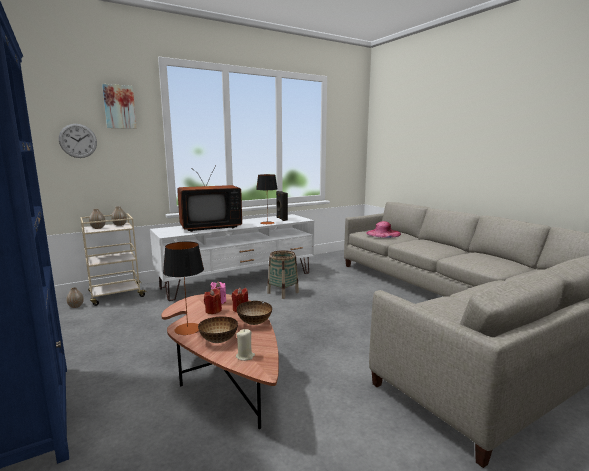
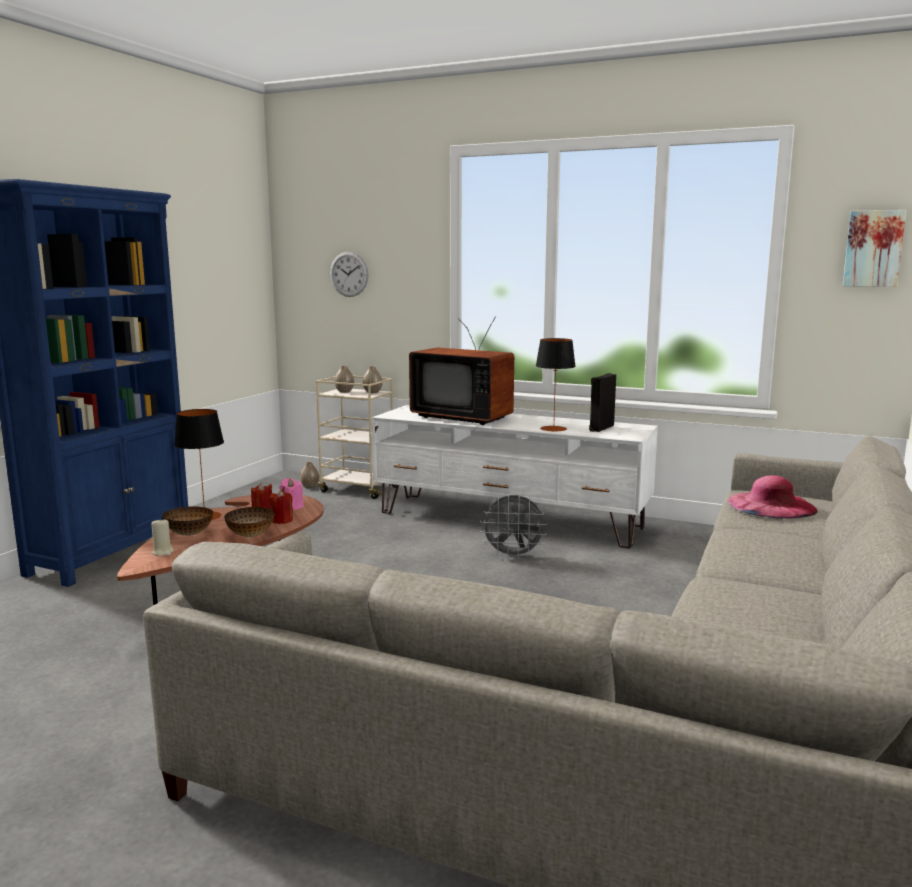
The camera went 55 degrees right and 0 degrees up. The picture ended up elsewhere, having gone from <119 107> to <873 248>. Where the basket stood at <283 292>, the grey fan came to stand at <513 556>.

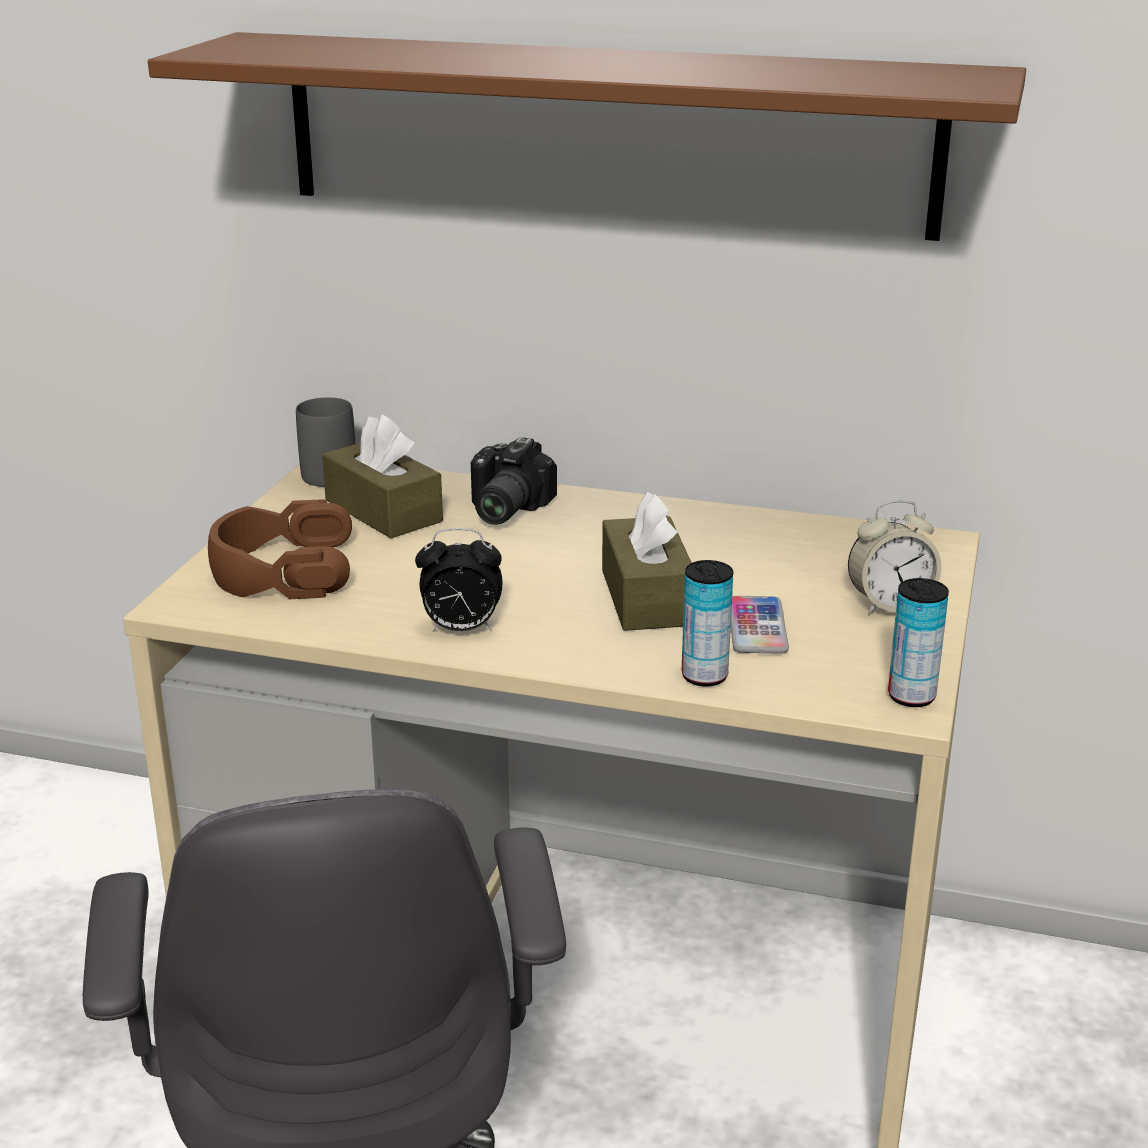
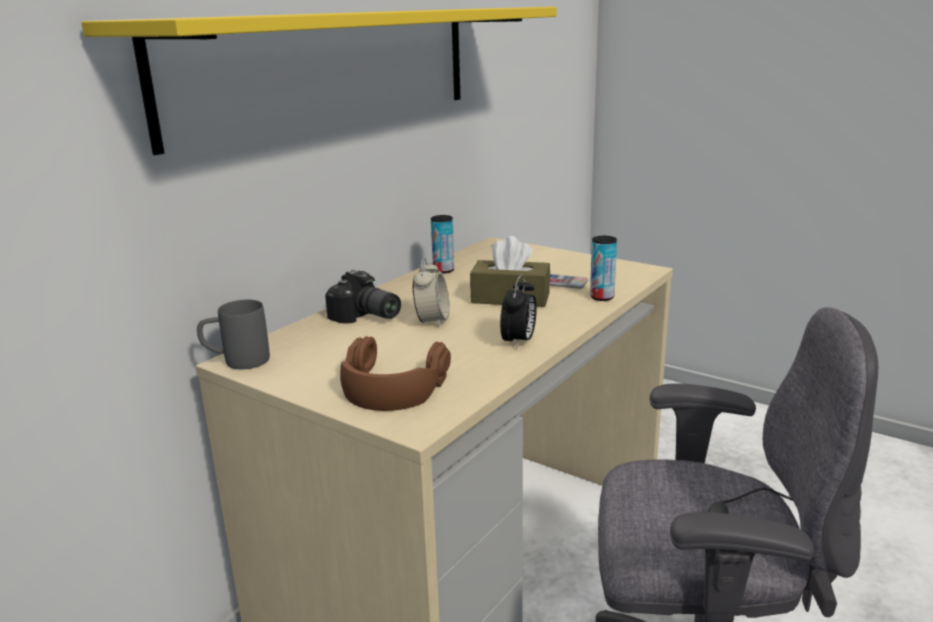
The camera went 70 degrees left and 5 degrees down. The second view lost the brown tissue box at <383 511>. The alarm clock ended up elsewhere, having gone from <889 605> to <432 321>. The can ended up elsewhere, having gone from <911 696> to <443 270>. What was the brown shelf at <605 133> turned into the yellow shelf at <332 68>.

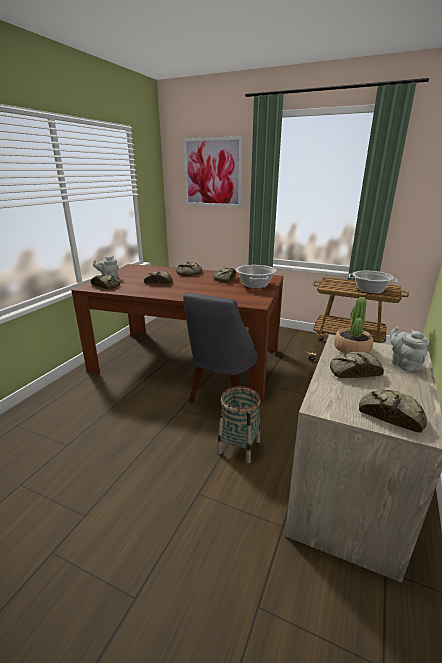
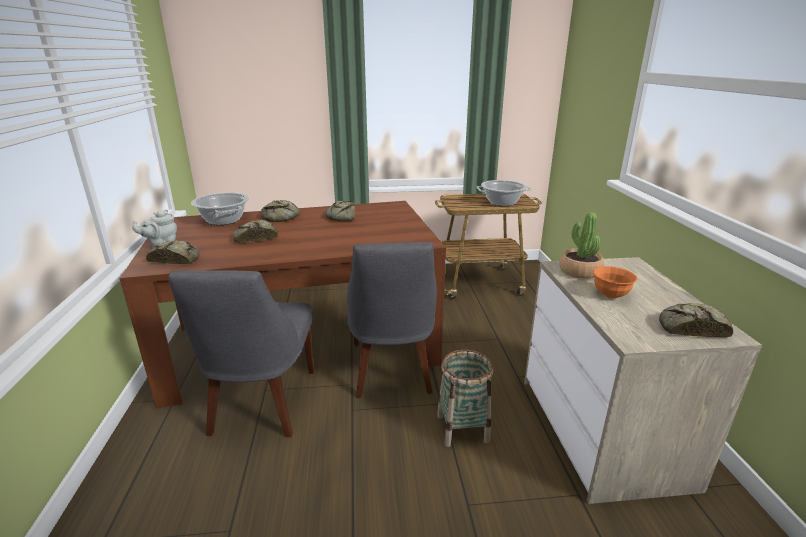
The camera went 30 degrees left and 0 degrees up. The second view lost the picture at <212 173>. The second view lost the grey teapot at <403 364>. The second view gained the grey chair at <261 405>. The cooking pot ended up elsewhere, having gone from <255 285> to <223 220>. Where the bread stood at <353 371>, the orange bowl came to stand at <610 295>.

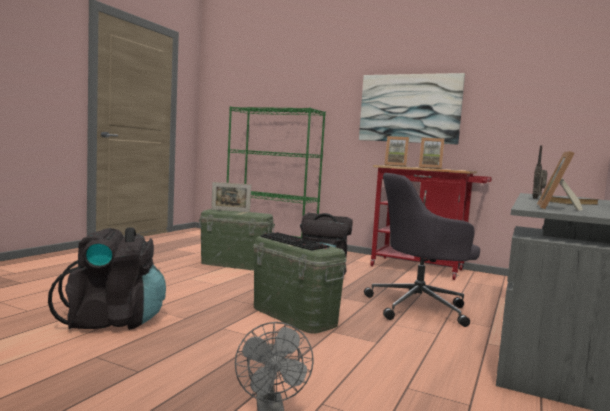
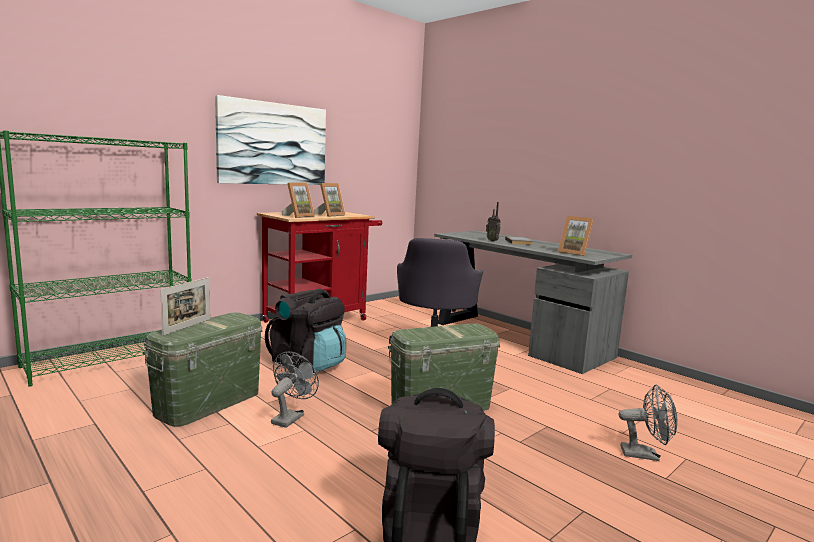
The camera went 70 degrees left and 5 degrees up. The second view lost the keyboard at <295 242>. The second view gained the grey fan at <290 417>.

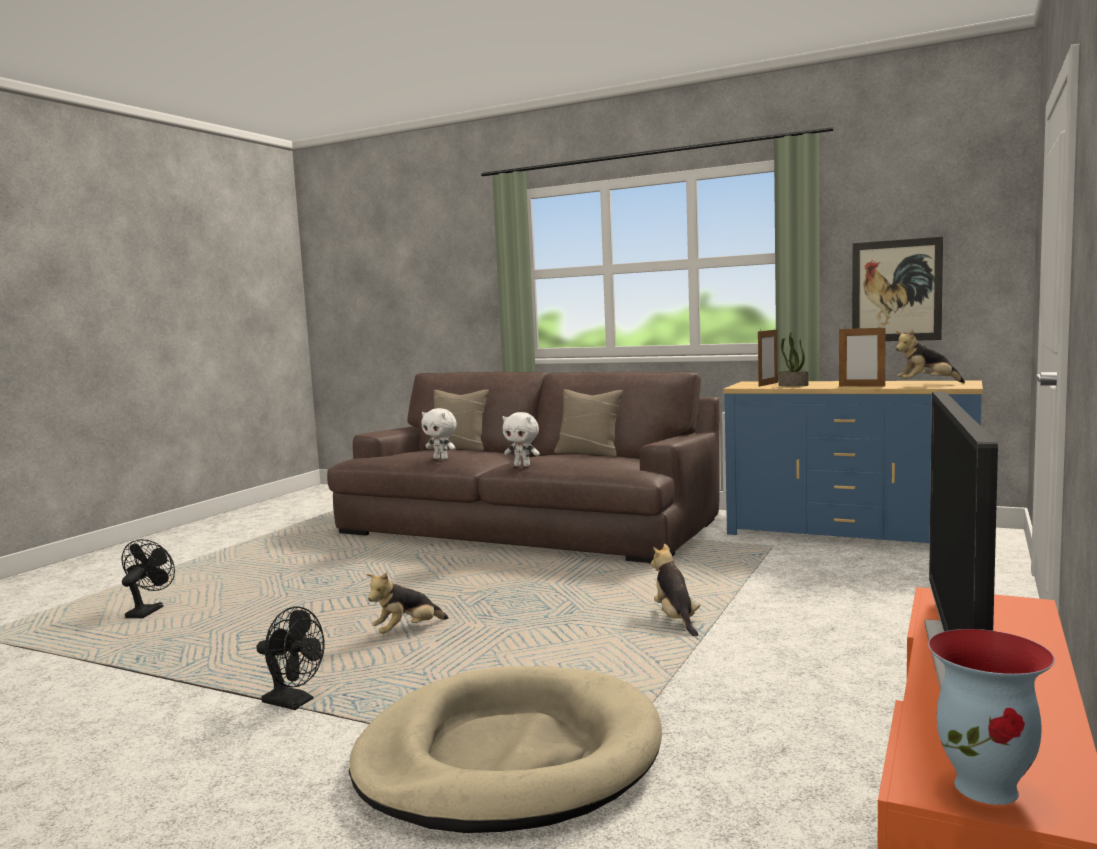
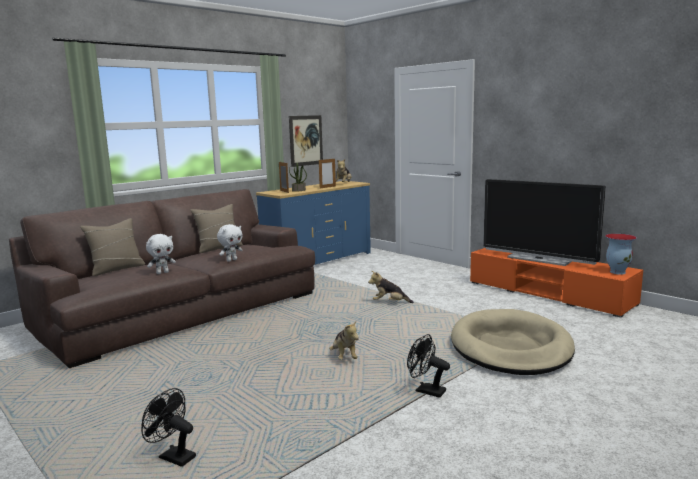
The camera went 70 degrees left and 5 degrees up. The black fan at <294 702> ended up facing another way, 105 degrees counterclockwise from before.

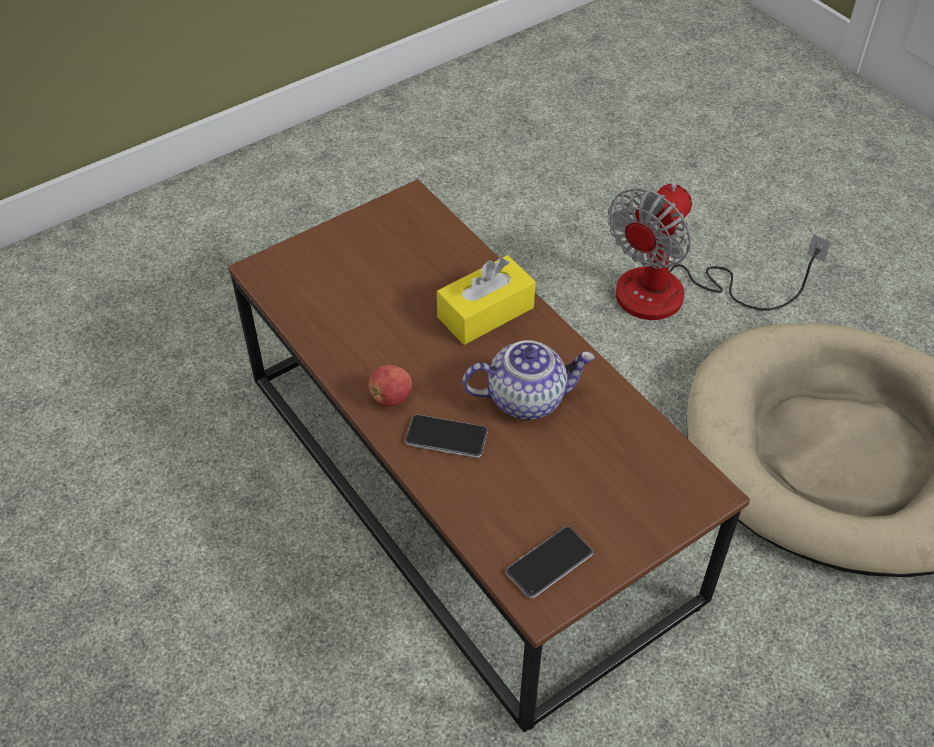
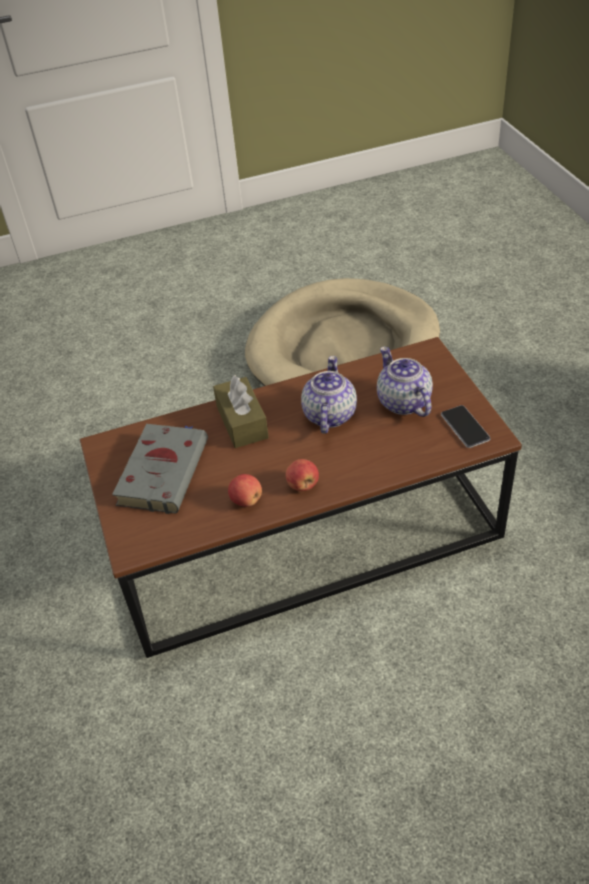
The camera went 70 degrees left and 5 degrees down. The second view lost the phone at <446 437>. The second view lost the fan at <676 294>. The second view gained the grey book at <164 470>. The second view gained the apple at <246 500>. The second view gained the teapot at <403 402>. What was the yellow tissue box at <485 312> turned into the brown tissue box at <242 422>.

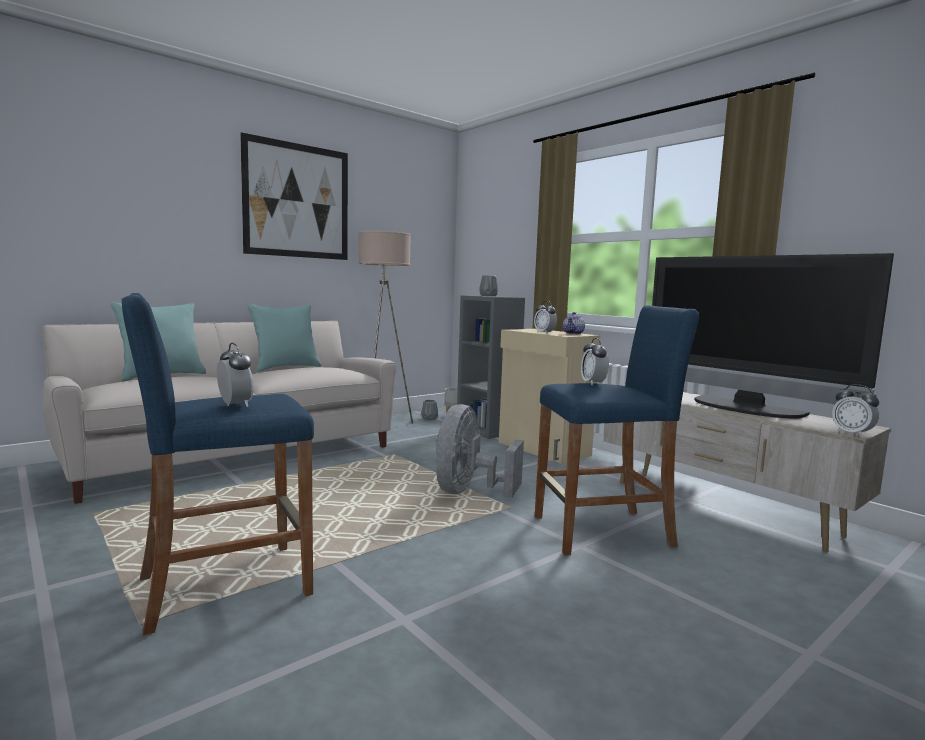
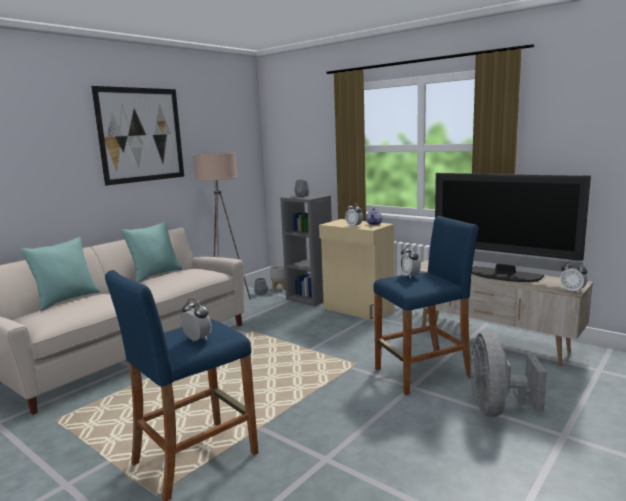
The camera went 10 degrees left and 5 degrees up. The grey fan ended up elsewhere, having gone from <469 491> to <497 409>.

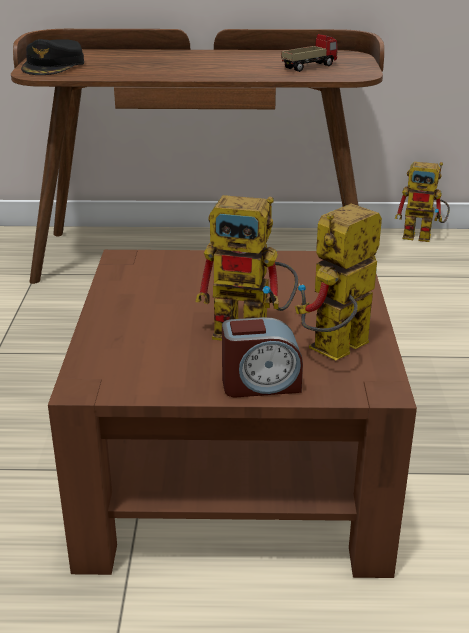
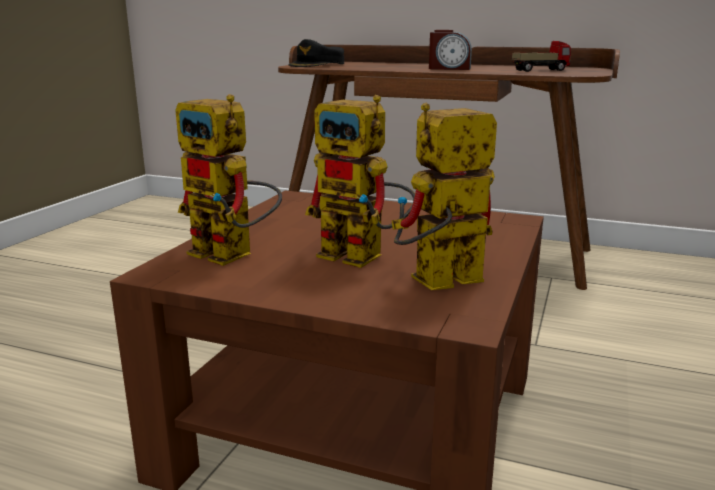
The camera went 20 degrees right and 10 degrees down. The alarm clock ended up elsewhere, having gone from <260 384> to <449 68>. The toy robot ended up elsewhere, having gone from <423 236> to <233 255>.

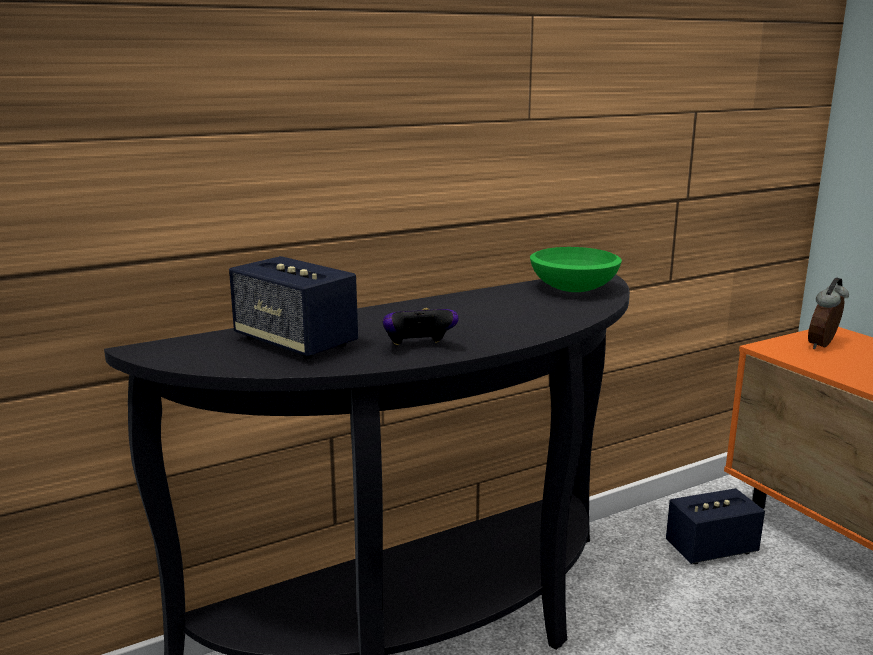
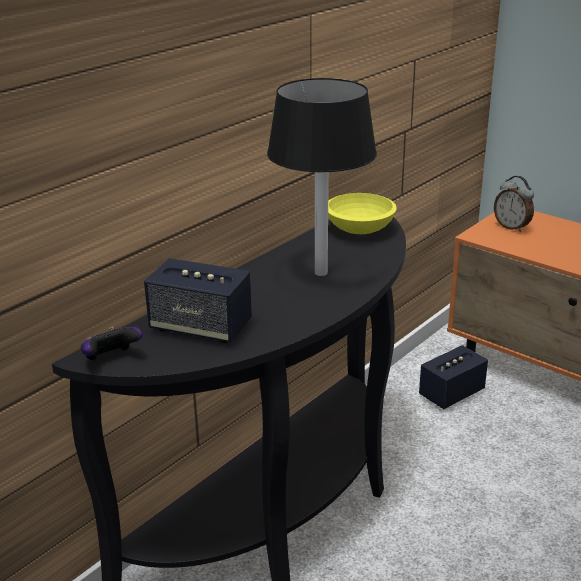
The camera went 20 degrees left and 10 degrees up. The second view gained the black table lamp at <321 273>. The game controller ended up elsewhere, having gone from <418 347> to <111 359>. What was the green bowl at <575 288> turned into the yellow bowl at <360 229>. The alarm clock at <824 346> ended up facing another way, 60 degrees counterclockwise from before.

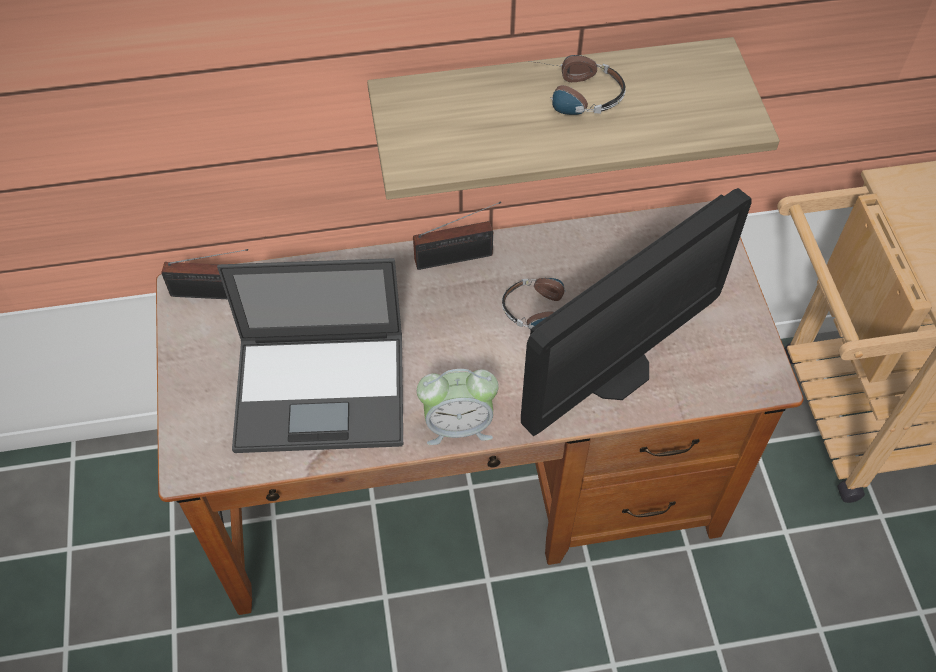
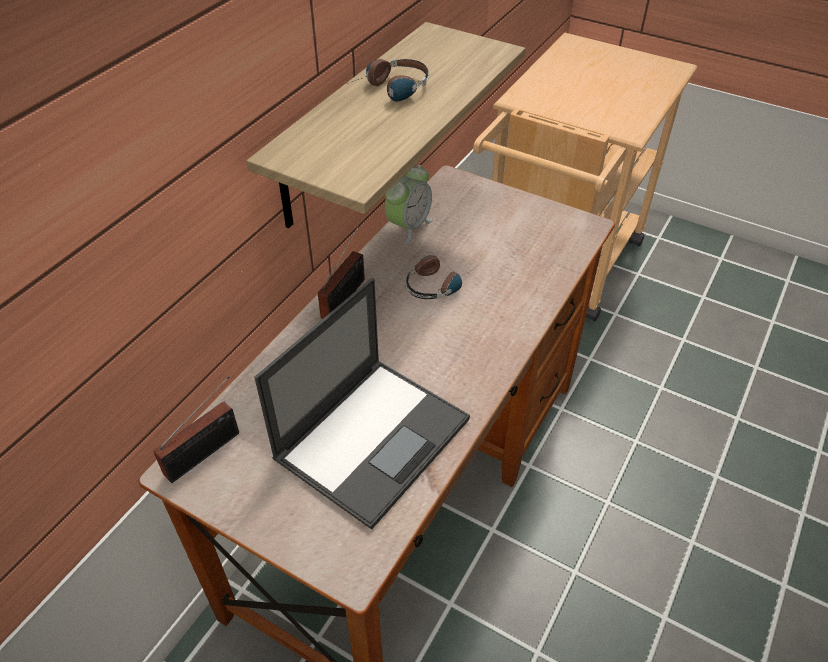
The camera went 50 degrees left and 10 degrees down. The second view lost the monitor at <614 370>. The alarm clock ended up elsewhere, having gone from <458 425> to <408 226>.

